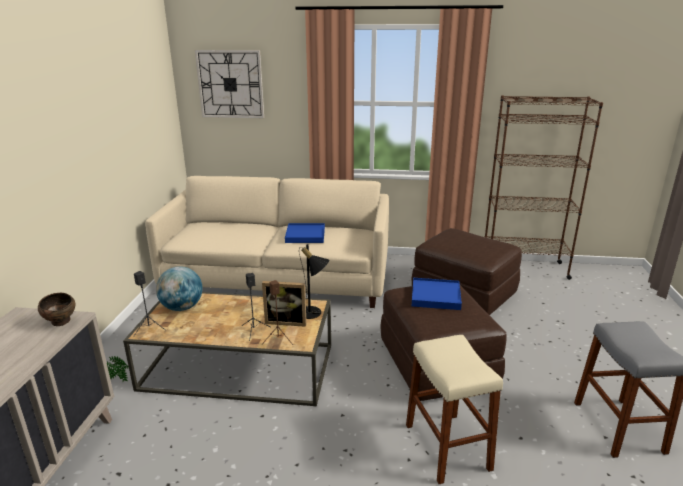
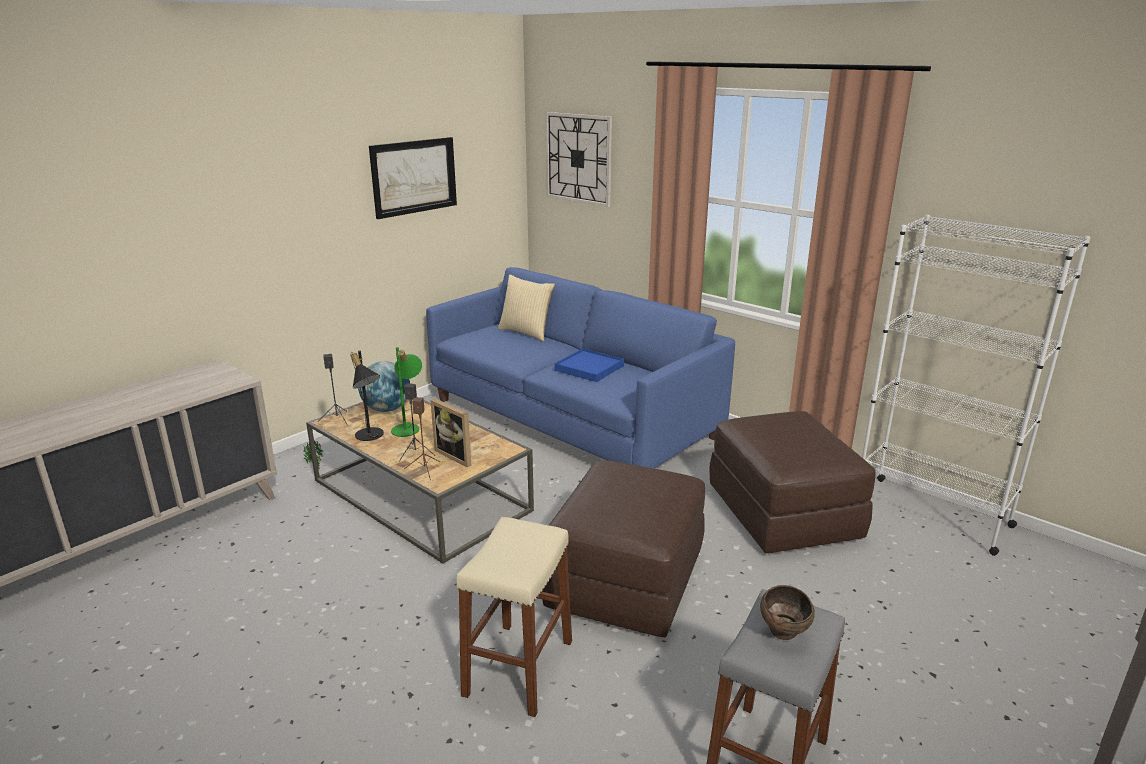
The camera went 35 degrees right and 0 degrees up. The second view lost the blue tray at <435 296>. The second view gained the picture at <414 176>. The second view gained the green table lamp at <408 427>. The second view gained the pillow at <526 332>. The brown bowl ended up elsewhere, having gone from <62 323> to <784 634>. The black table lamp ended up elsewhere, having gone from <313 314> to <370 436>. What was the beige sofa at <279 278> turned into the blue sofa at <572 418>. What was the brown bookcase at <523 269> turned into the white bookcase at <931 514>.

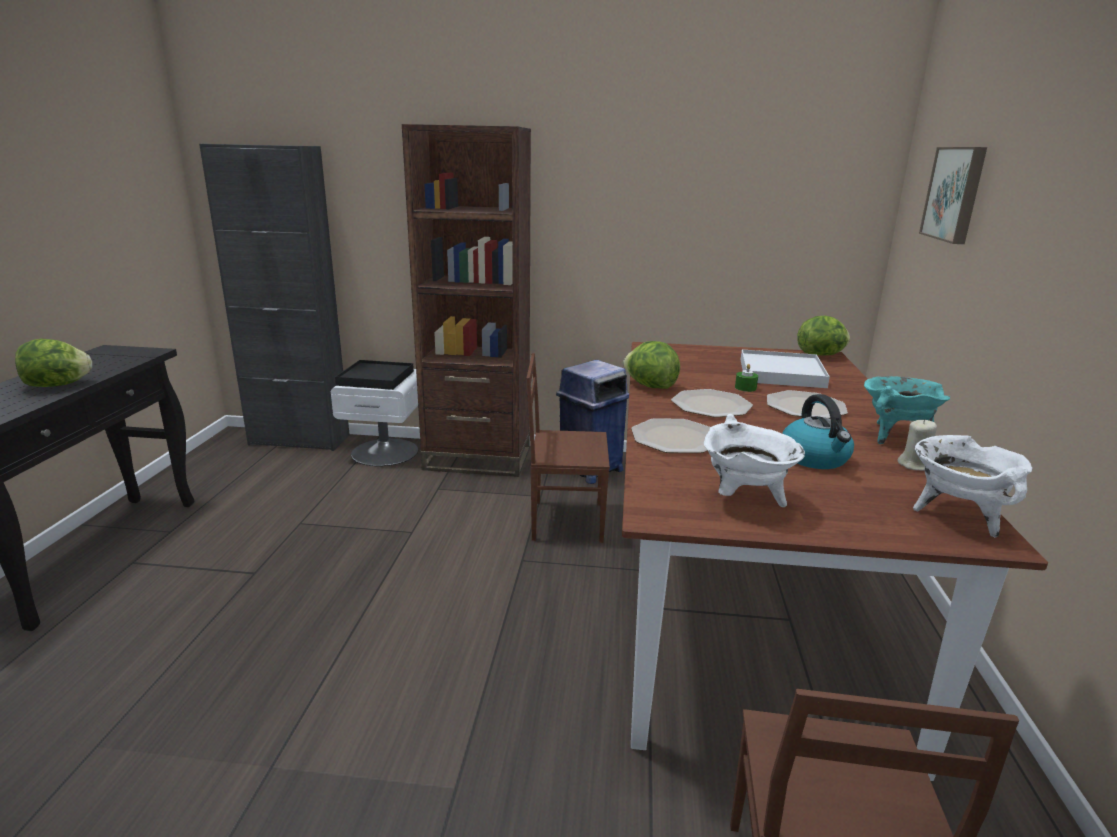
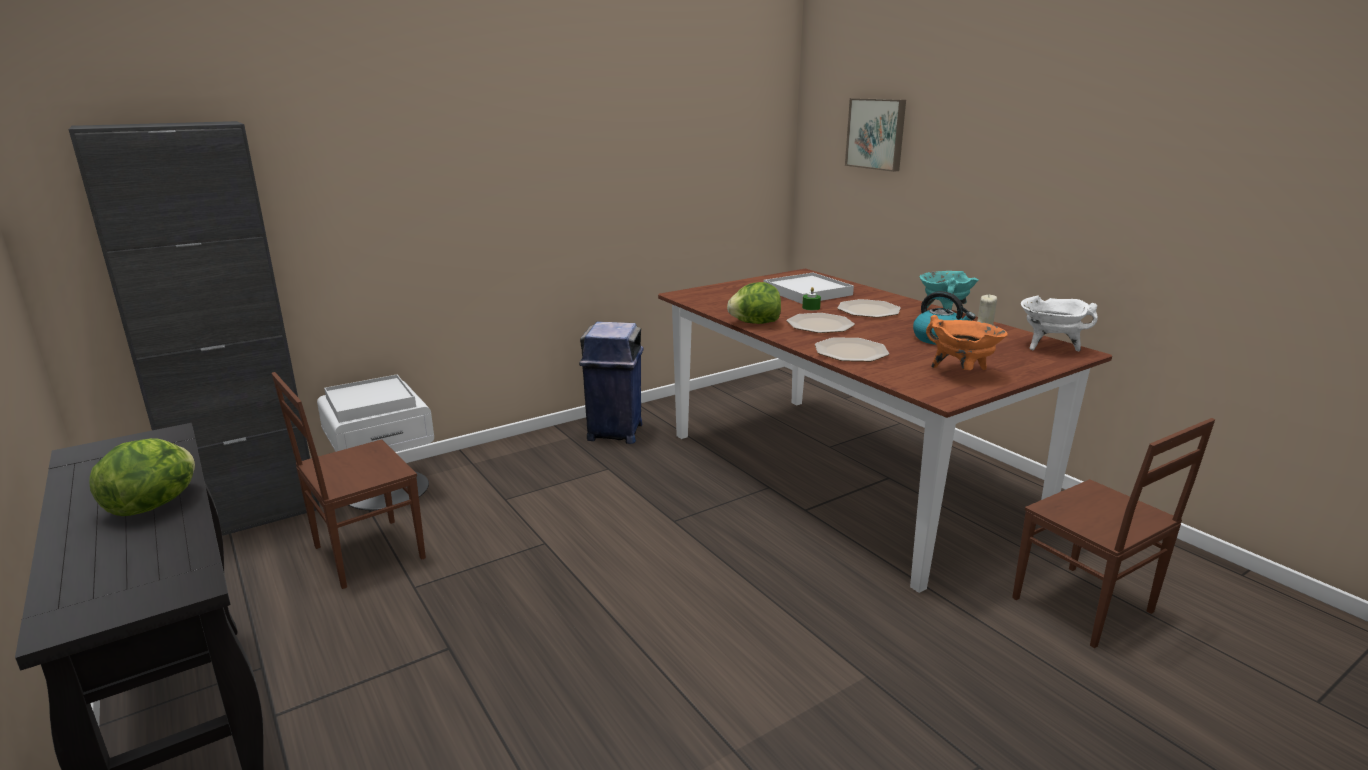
The camera went 40 degrees left and 0 degrees up. The second view lost the brown bookcase at <477 459>. The second view lost the lettuce at <821 355>. The brown chair ended up elsewhere, having gone from <566 520> to <366 552>. What was the black tray at <376 378> turned into the white tray at <370 402>. What was the white cooking pot at <744 500> turned into the orange cooking pot at <962 373>.

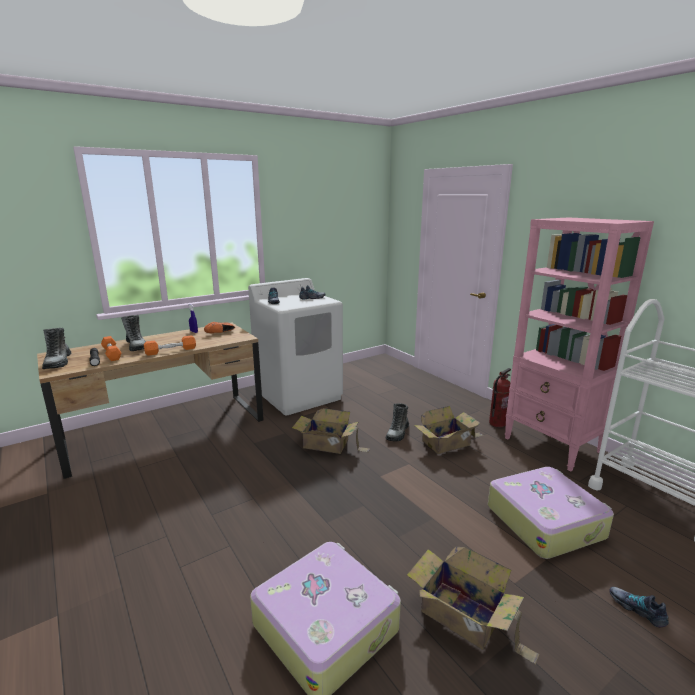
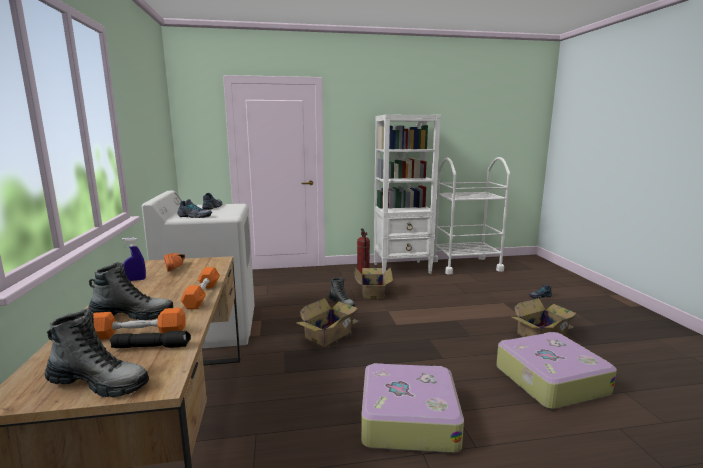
The camera went 65 degrees left and 5 degrees down. The suitcase ended up elsewhere, having gone from <545 521> to <407 418>. What was the pink bookcase at <552 445> turned into the white bookcase at <402 268>.

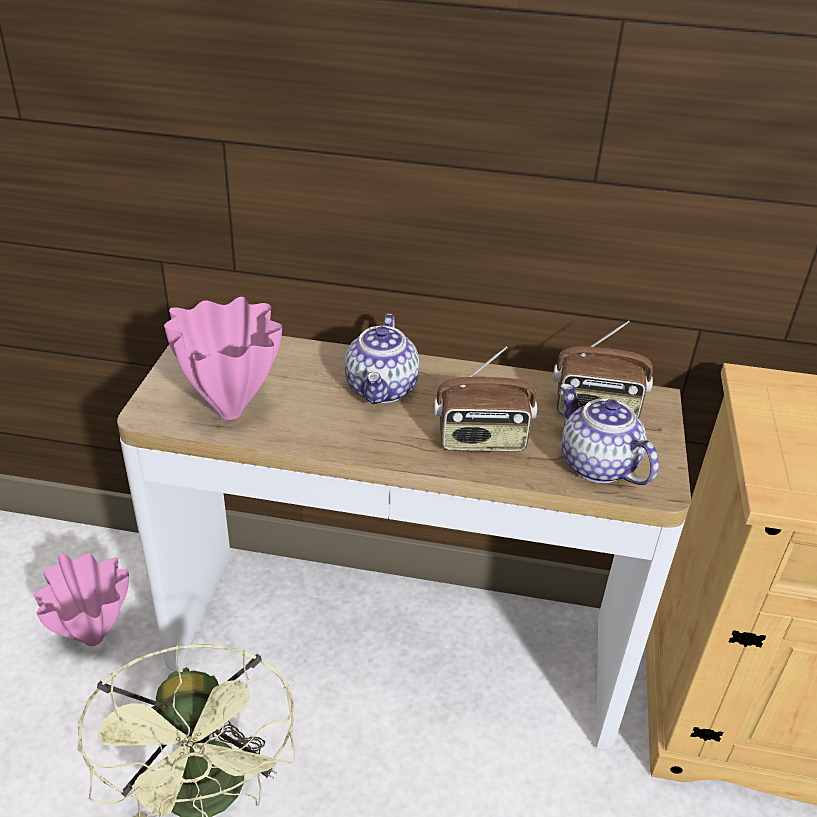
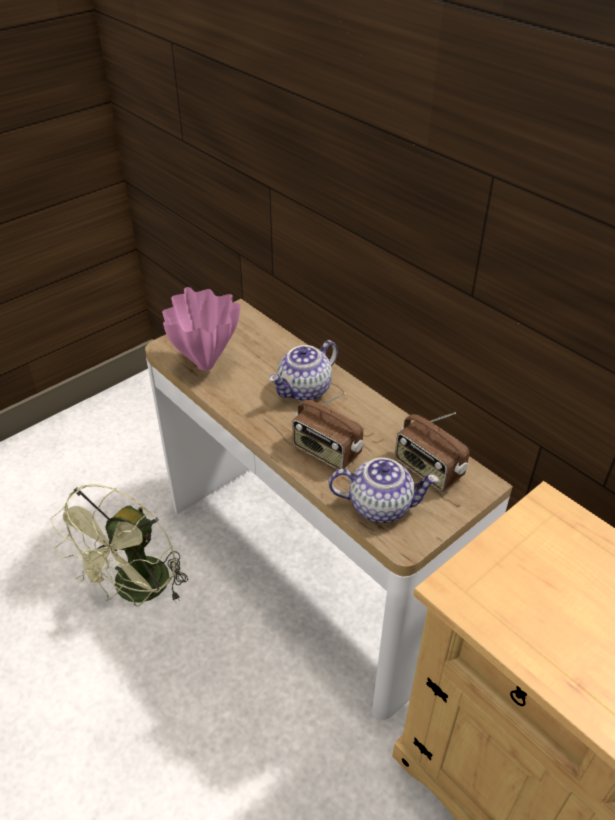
The camera went 40 degrees right and 5 degrees up. The second view lost the pink vase at <94 639>. The teapot at <596 465> ended up facing another way, 90 degrees clockwise from before.

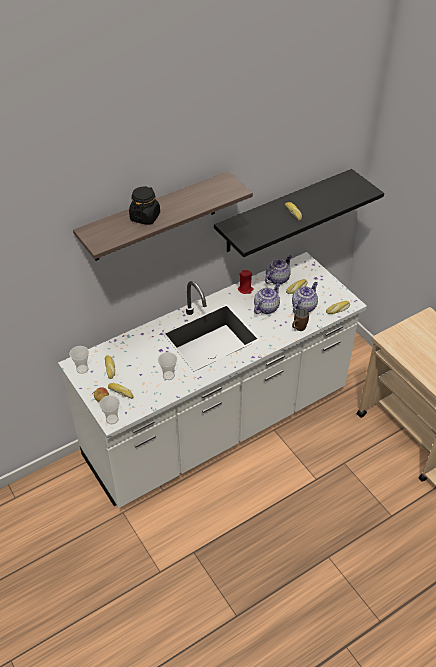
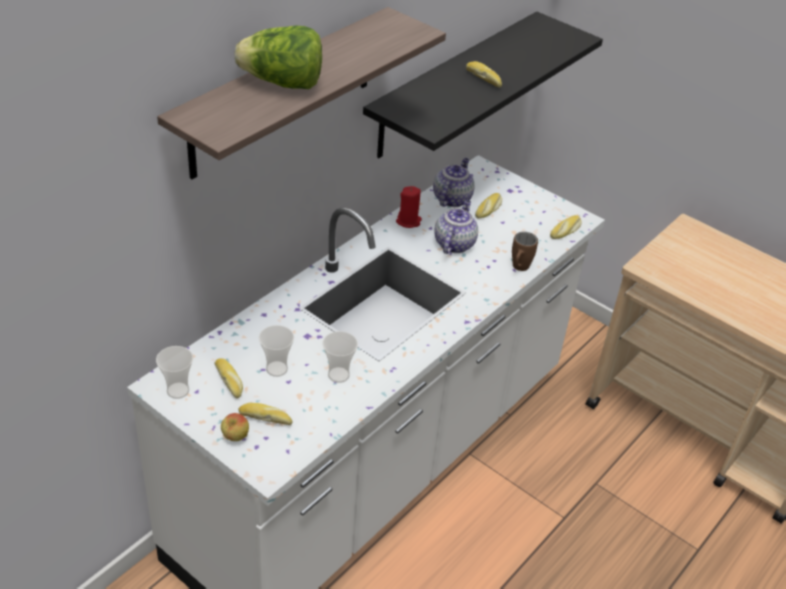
The camera went 20 degrees left and 5 degrees down. The second view lost the teapot at <304 306>. The cup ended up elsewhere, having gone from <112 419> to <276 369>. Where the black jar stood at <145 217>, the lettuce came to stand at <282 83>.

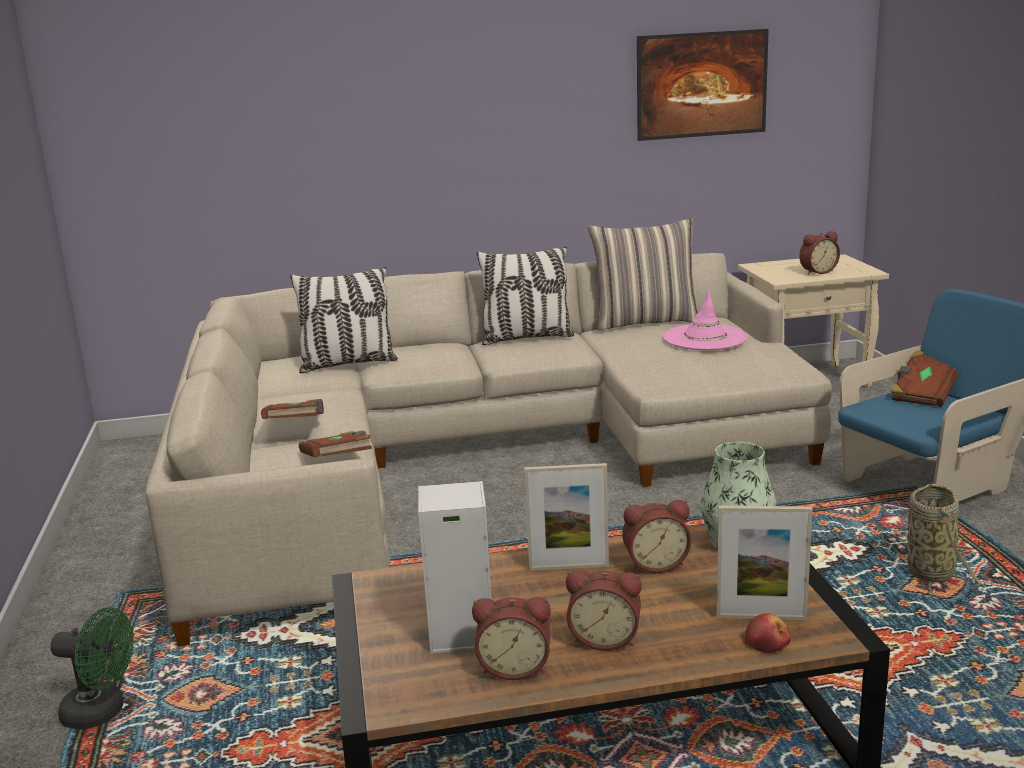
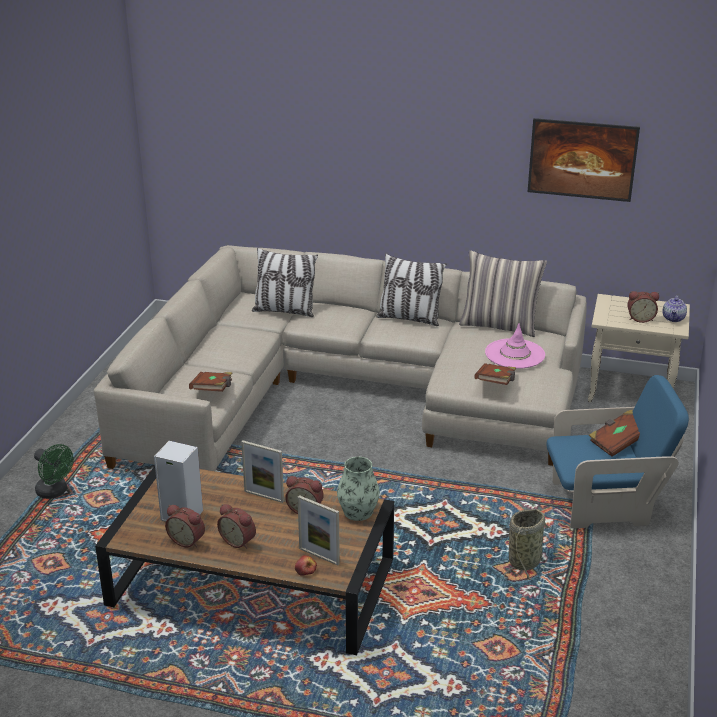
The camera went 25 degrees right and 10 degrees up. The second view gained the teapot at <673 318>. The brown book ended up elsewhere, having gone from <296 426> to <496 383>.

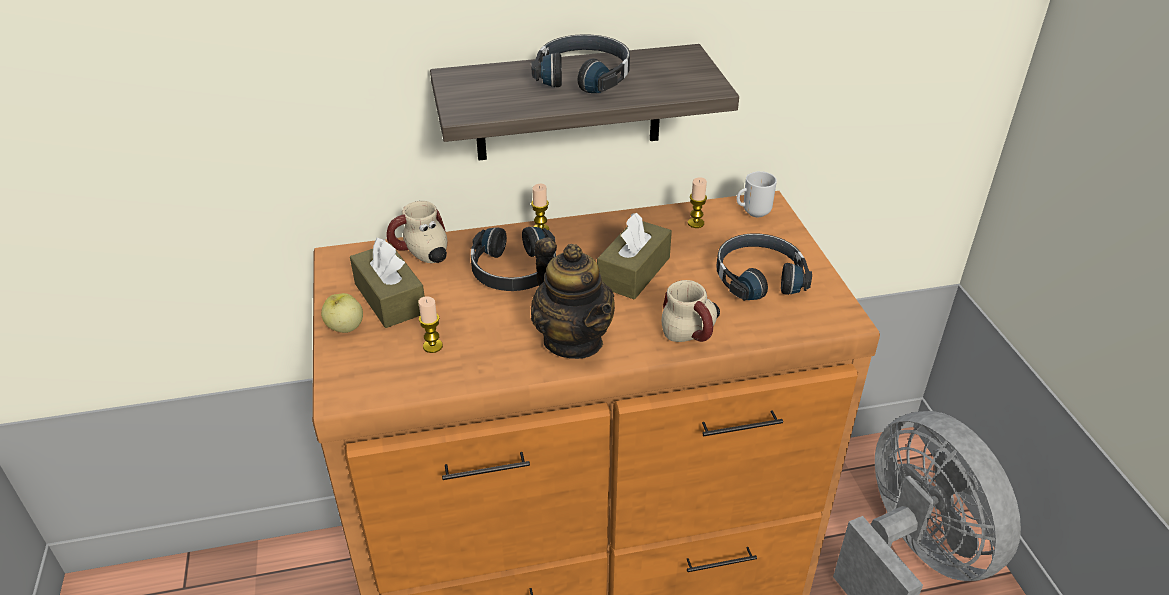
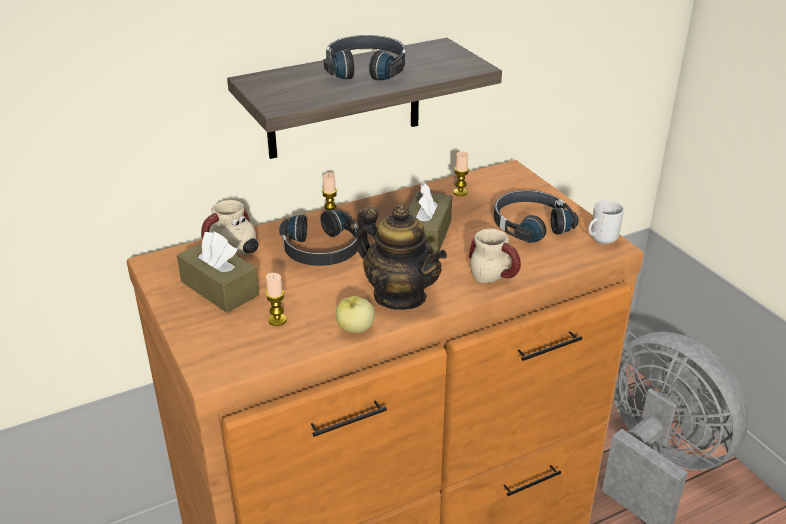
The camera went 15 degrees left and 5 degrees down. The apple ended up elsewhere, having gone from <345 327> to <355 329>. The mug ended up elsewhere, having gone from <753 212> to <601 240>.

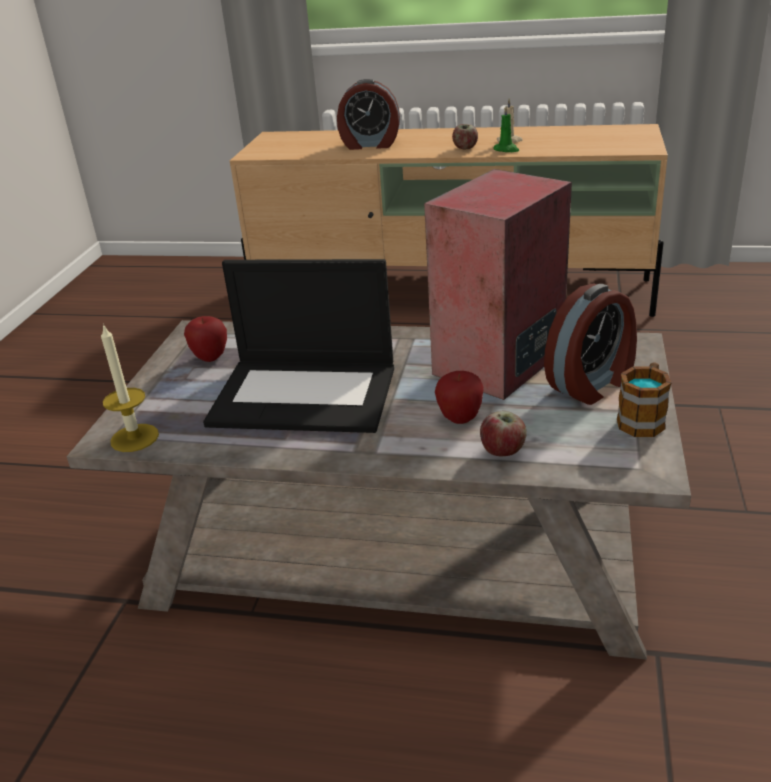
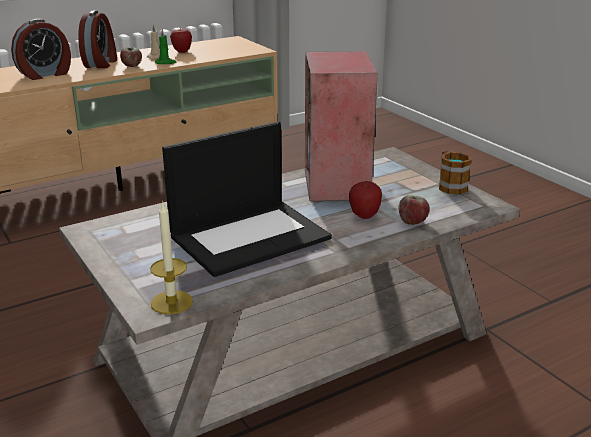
The camera went 45 degrees left and 5 degrees down. The apple ended up elsewhere, having gone from <210 357> to <182 51>. The alarm clock ended up elsewhere, having gone from <592 383> to <101 63>.

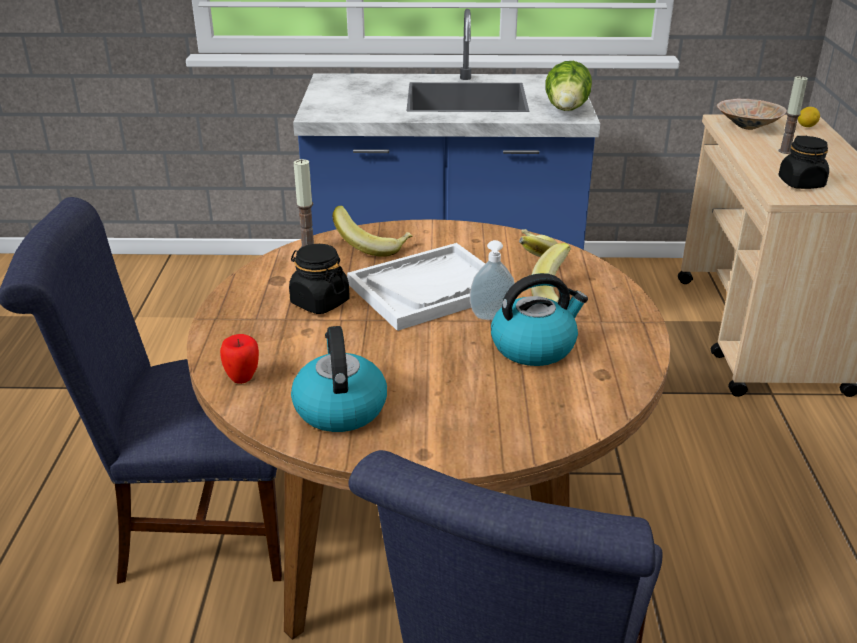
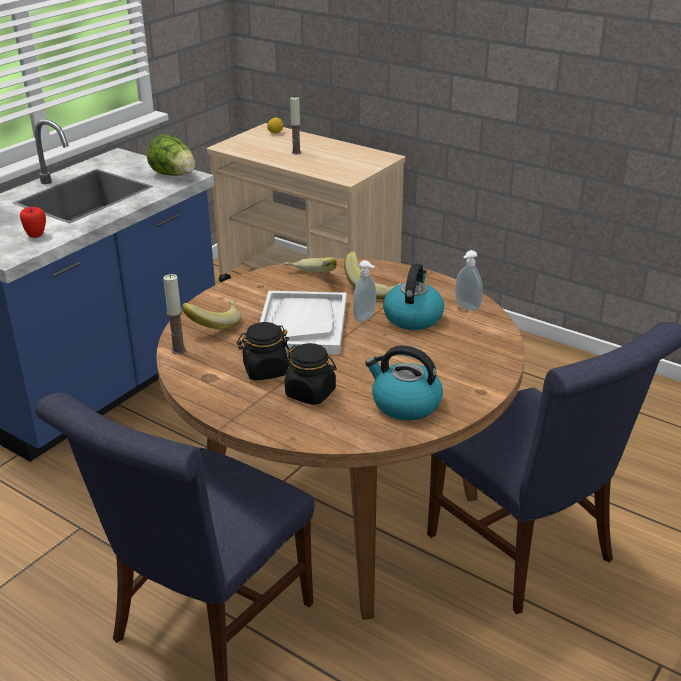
The camera went 55 degrees left and 0 degrees up. The second view lost the beige bowl at <747 126>. The second view gained the soap dispenser at <466 307>. The apple ended up elsewhere, having gone from <243 378> to <36 235>. The black jar ended up elsewhere, having gone from <801 183> to <311 393>.

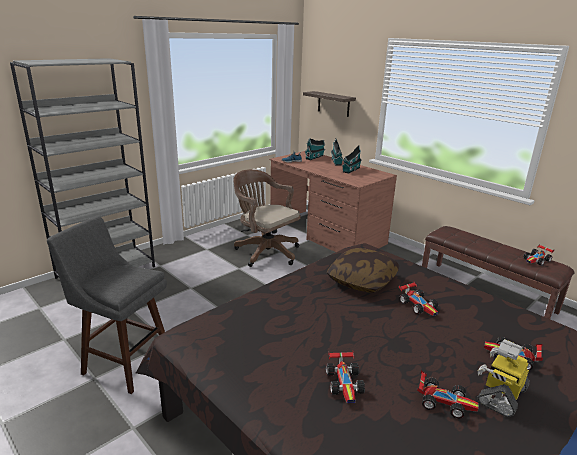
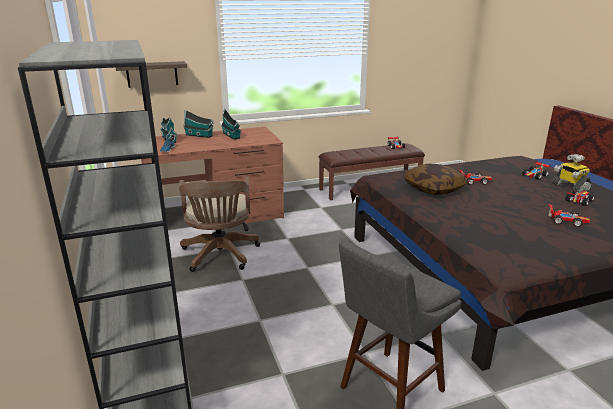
The camera went 65 degrees left and 0 degrees up. The brown office chair at <265 251> ended up facing another way, 75 degrees counterclockwise from before.

